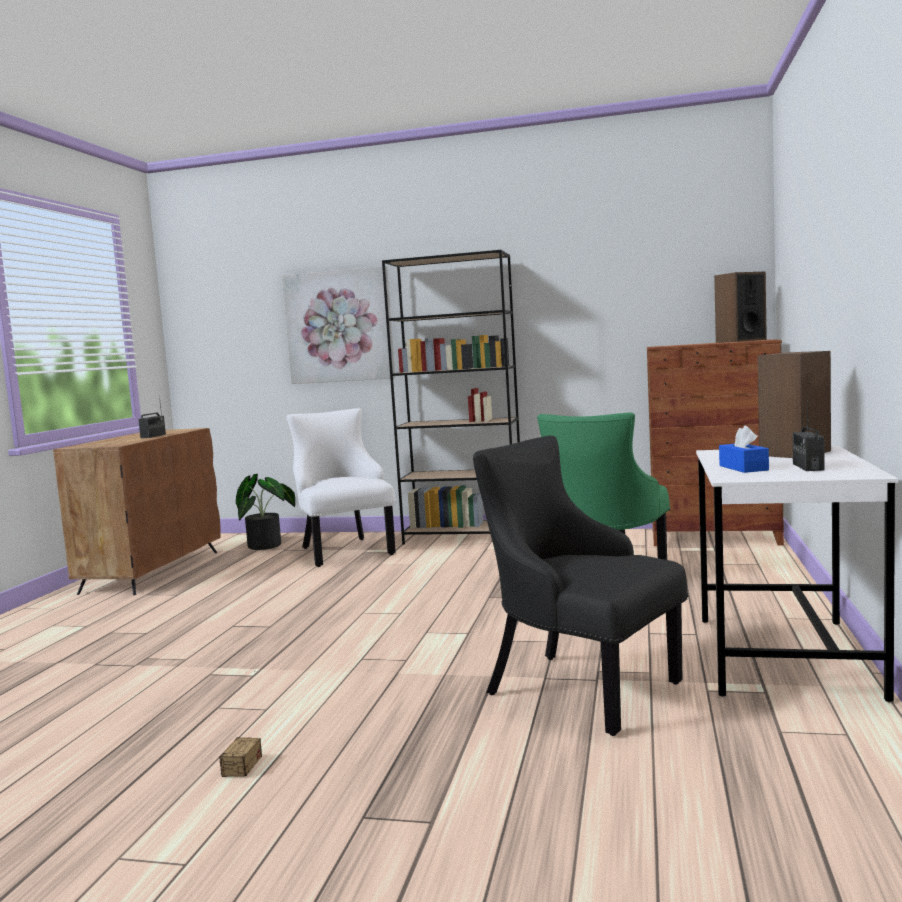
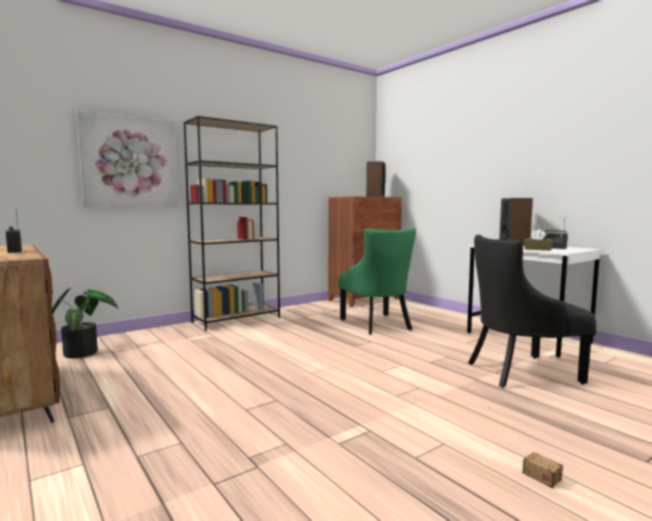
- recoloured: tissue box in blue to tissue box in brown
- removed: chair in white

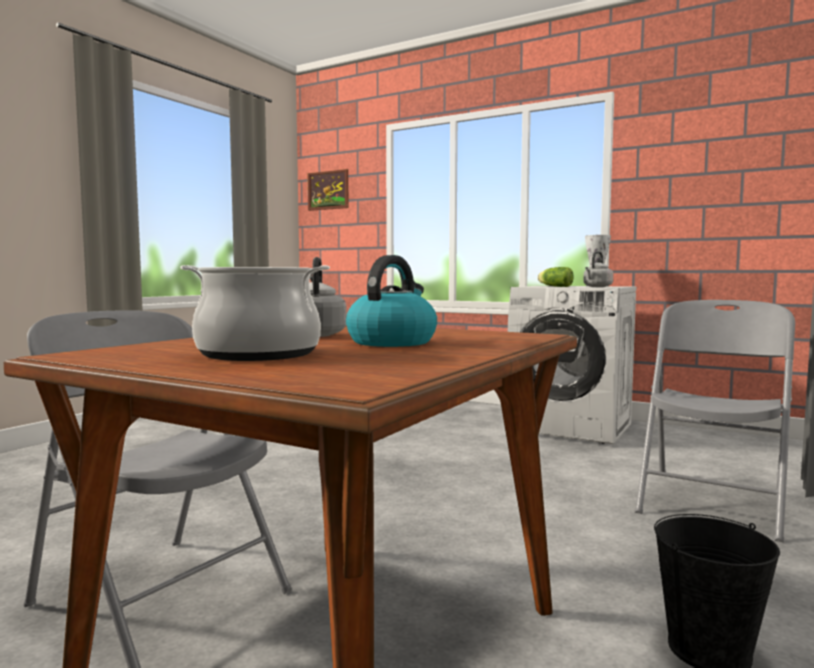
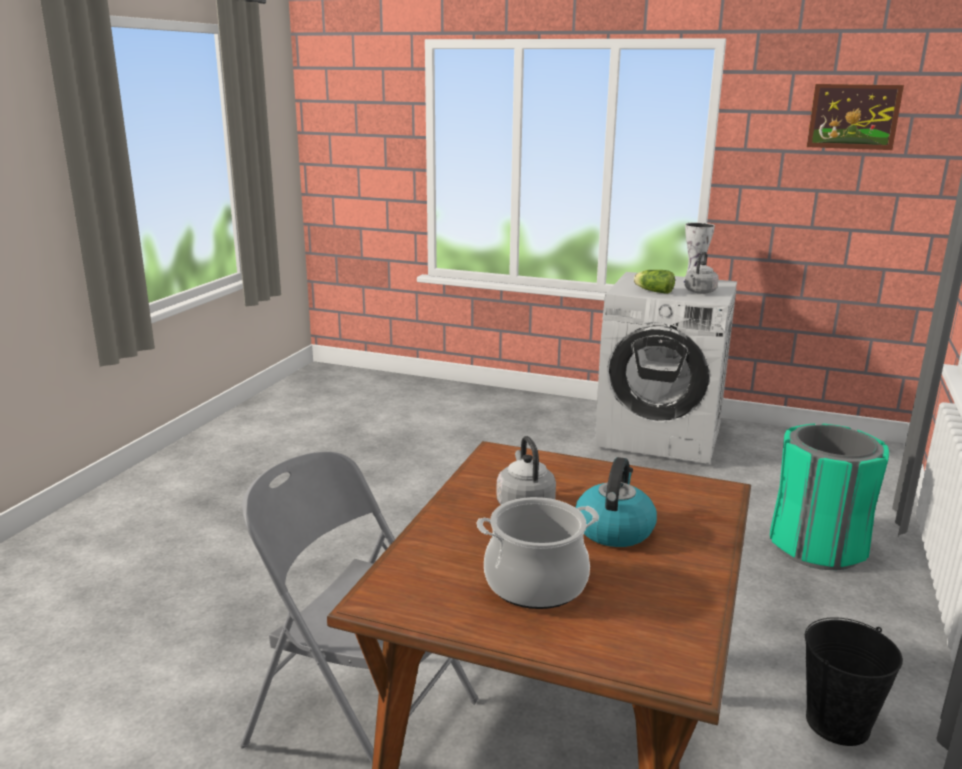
- replaced: chair in grey (2nd from left) to trash can in green
- moved: picture

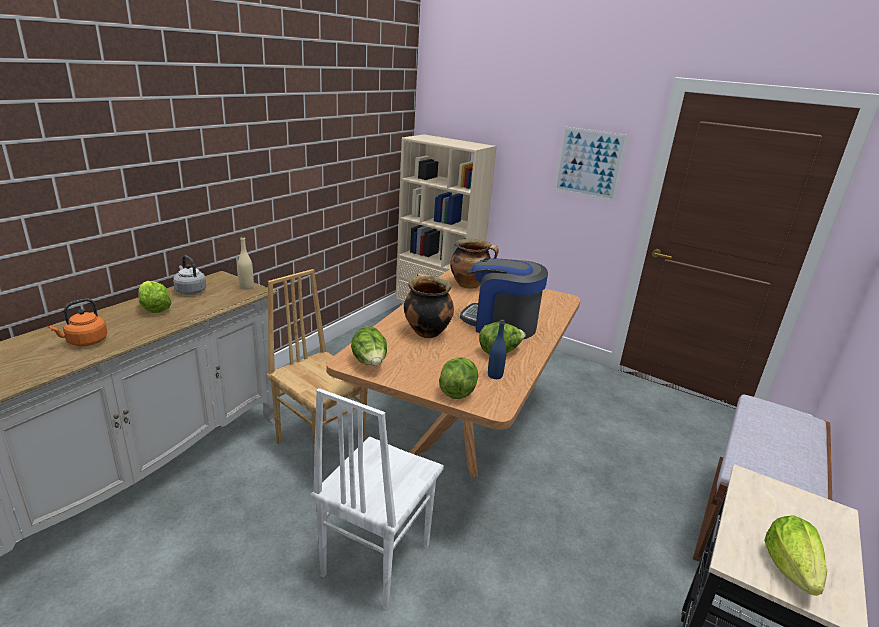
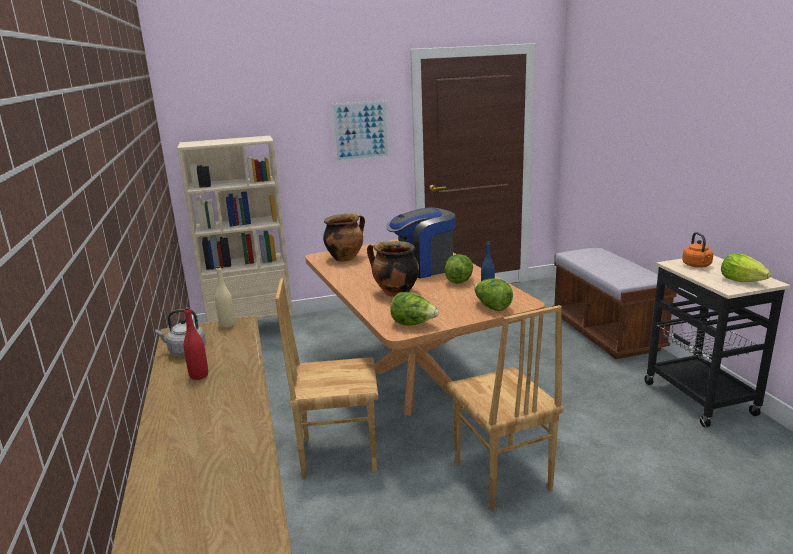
- replaced: lettuce (1st from left) to bottle in red
- recoloured: chair in white to chair in brown (2nd from left)
- moved: kettle in orange

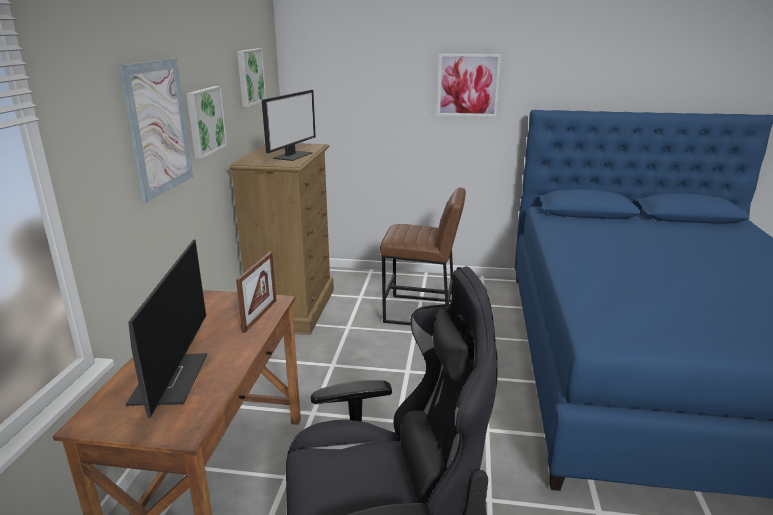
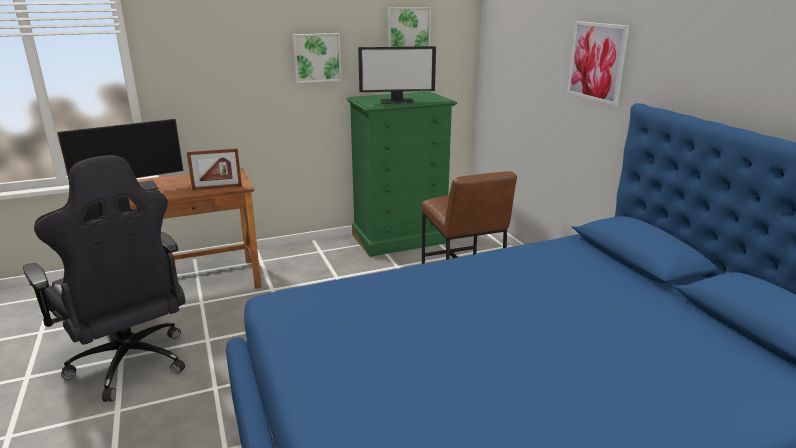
- recoloured: dresser in brown to dresser in green
- removed: picture (1st from left)

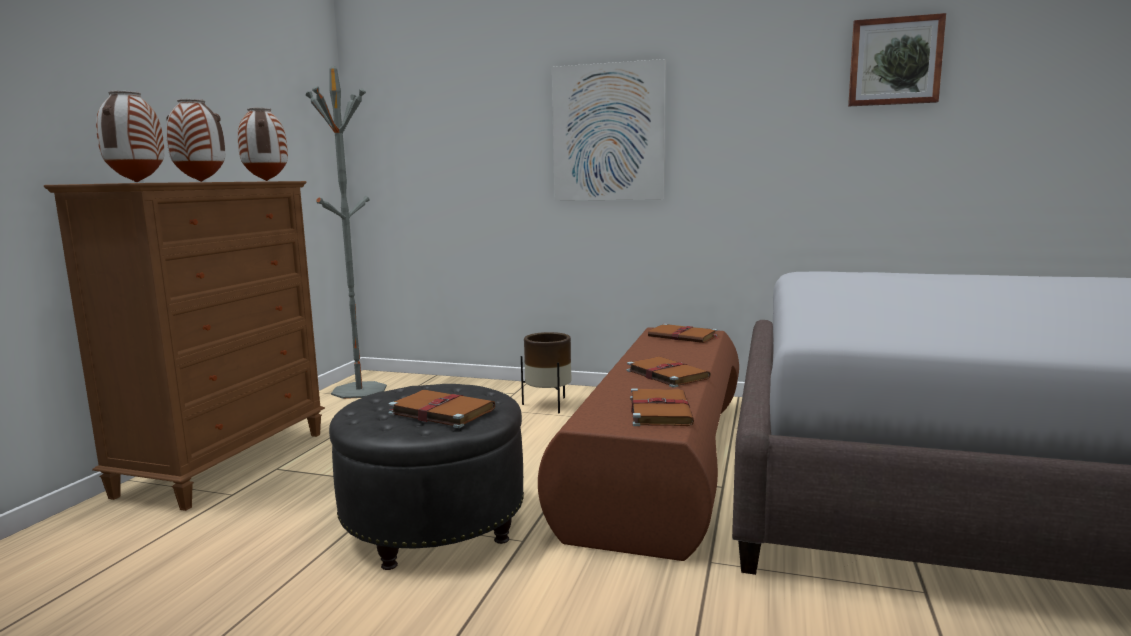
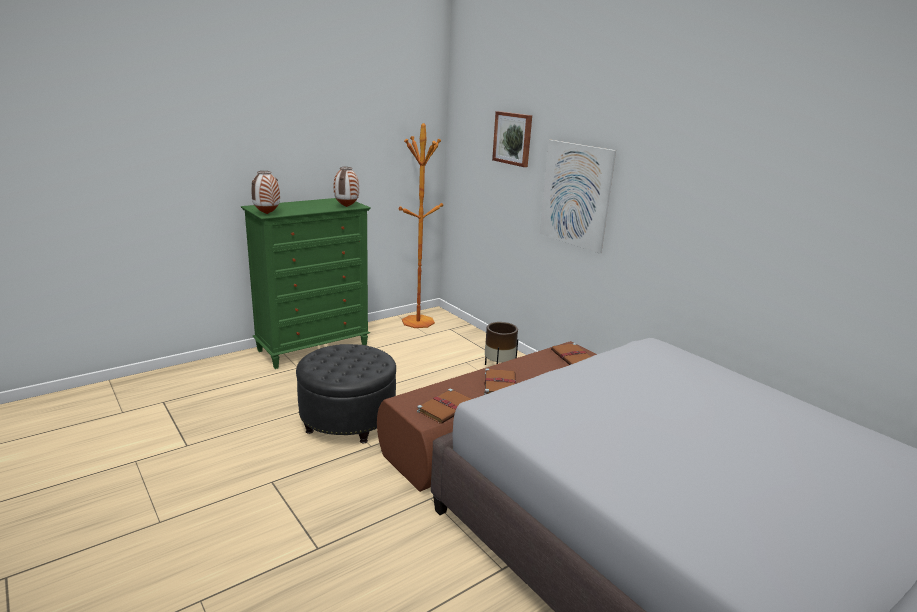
- recoloured: dresser in brown to dresser in green
- recoloured: clothes rack in grey to clothes rack in orange
- moved: picture (2nd from left in the first image) to picture (1st from left)
- removed: vase (2nd from left)
- removed: book in brown (1st from left)

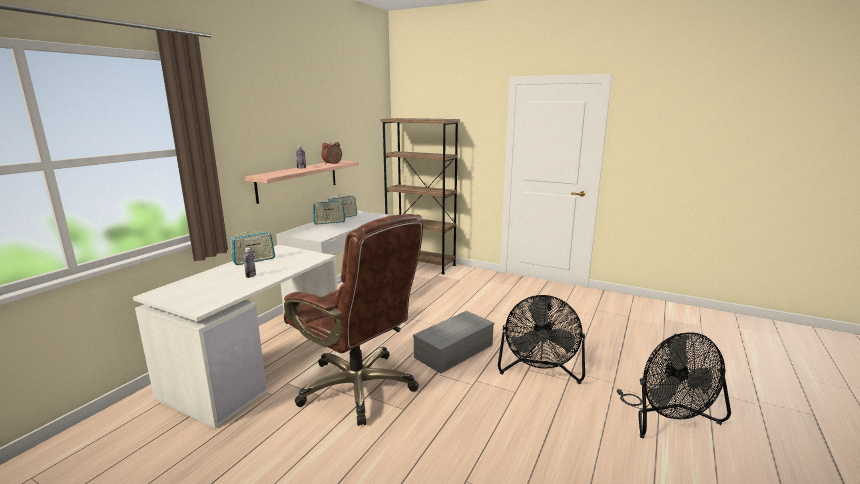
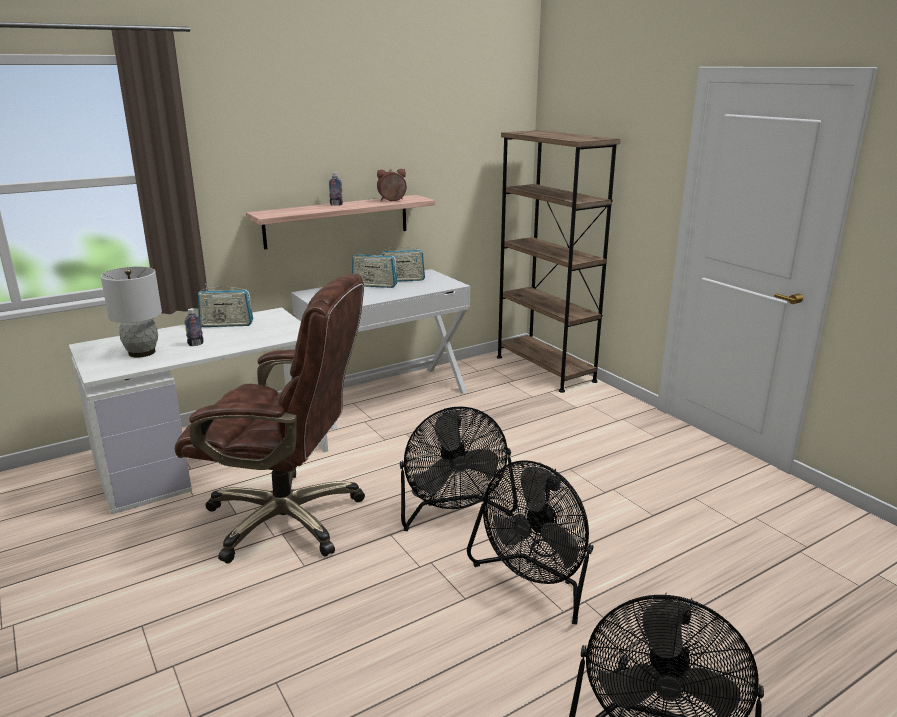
- added: table lamp in white
- turned: office chair in brown 60 degrees counterclockwise
- replaced: storage box in grey to fan in black (1st from left)

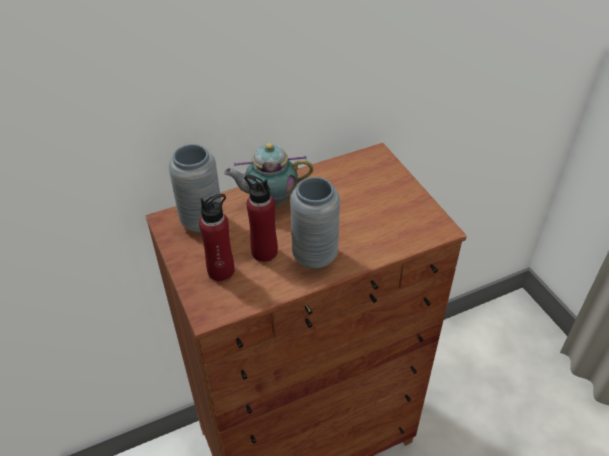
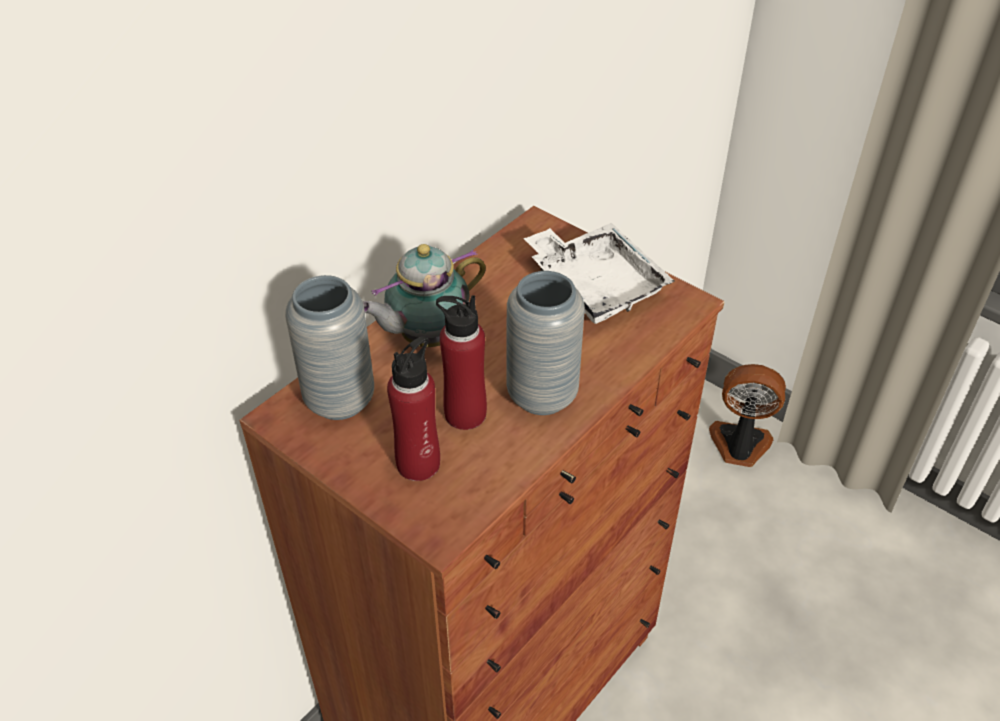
- added: tray in white
- added: fan

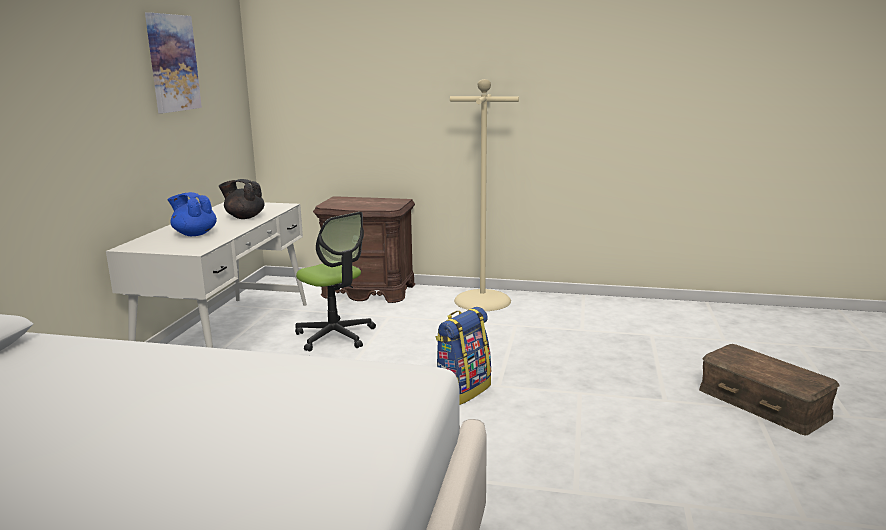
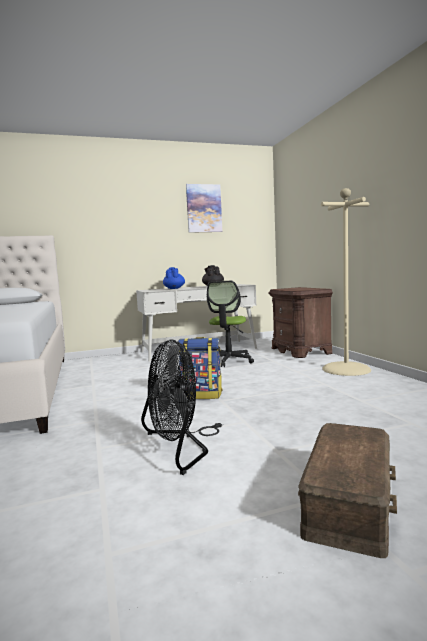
- added: fan in black

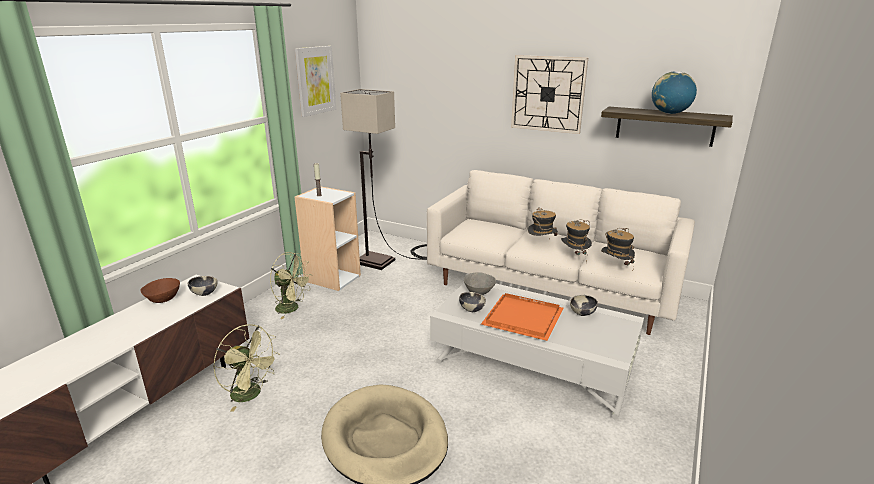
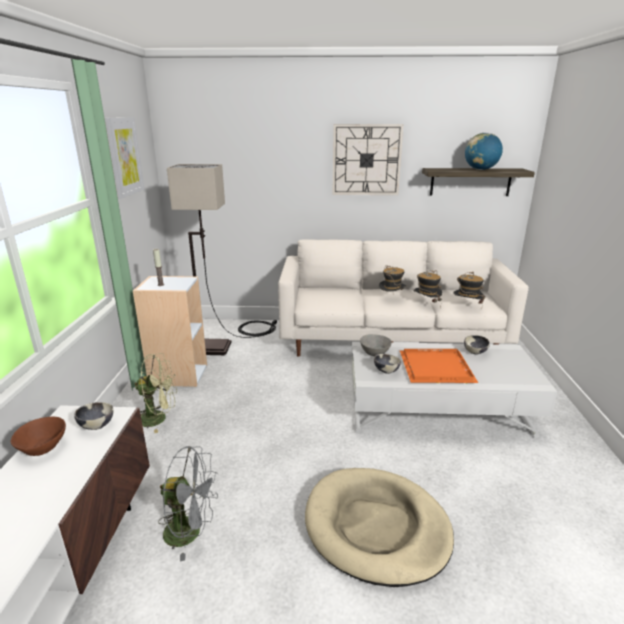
- recoloured: fan in green (1st from left) to fan in grey

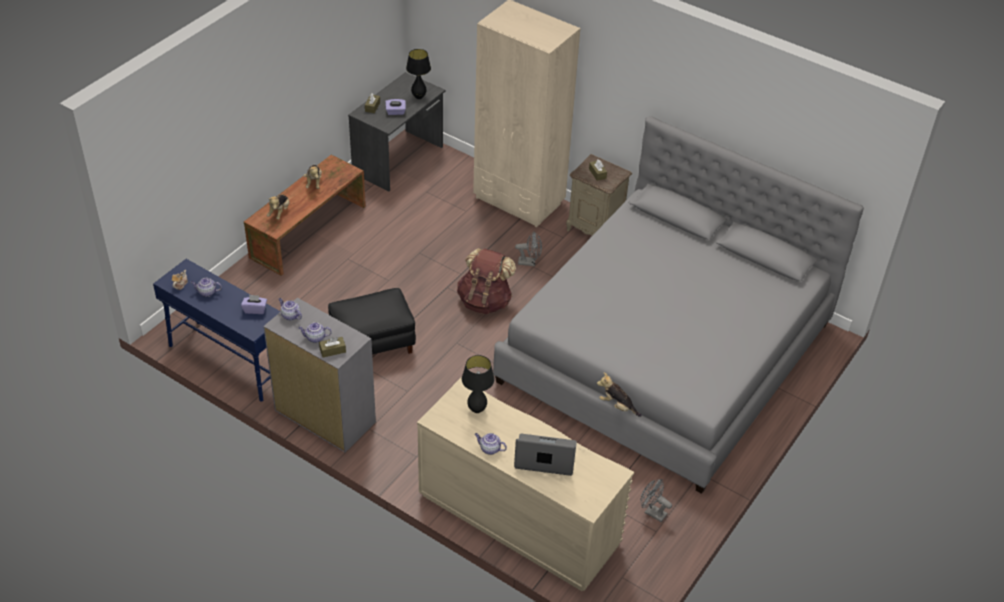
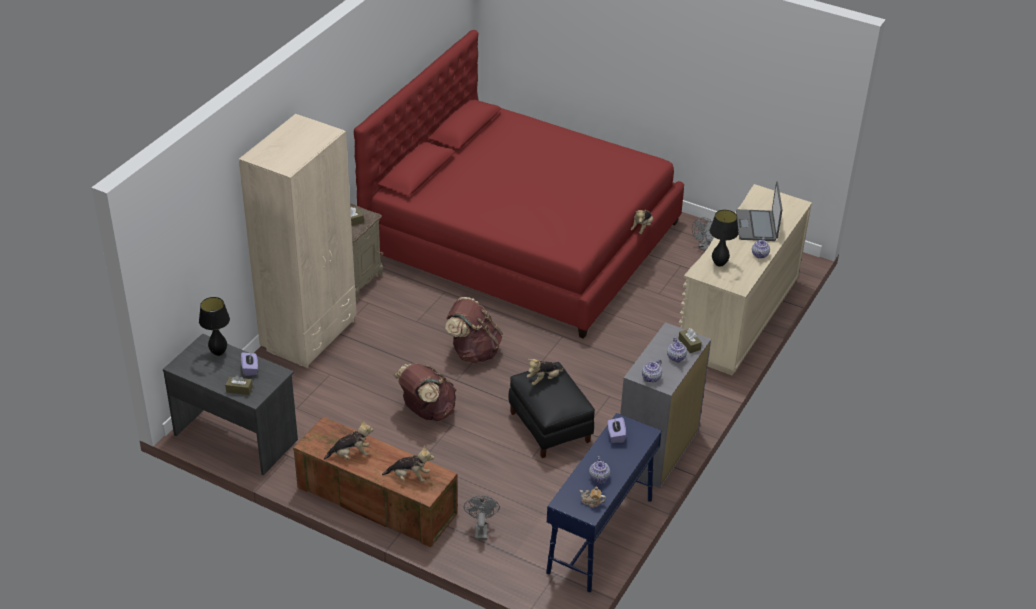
- recoloured: bed in grey to bed in red
- added: backpack in brown (1st from left)
- moved: fan in grey (1st from left)
- added: plush toy (3rd from left)

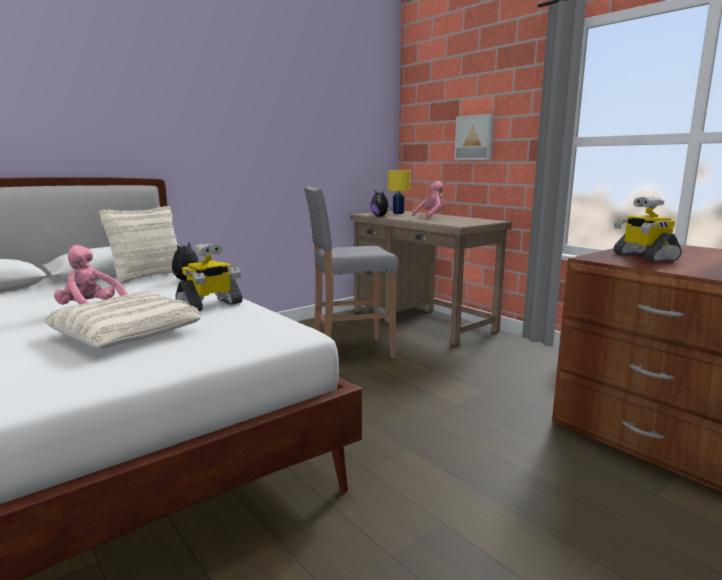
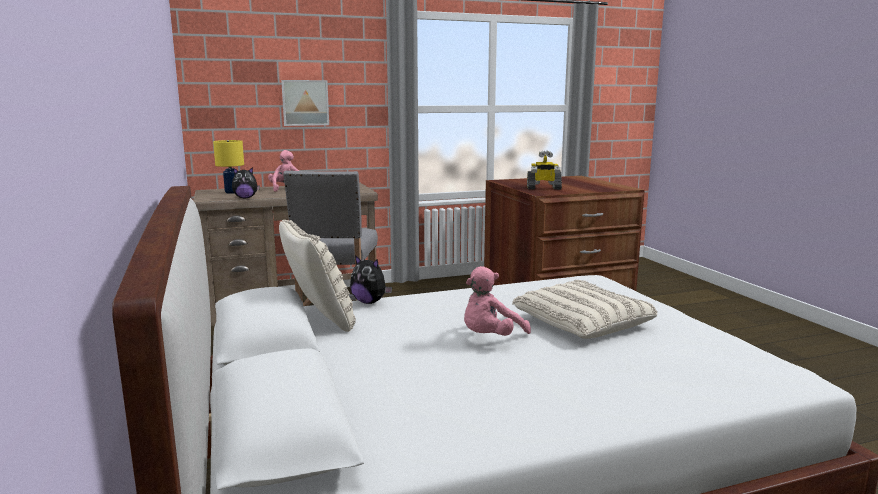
- removed: toy robot (1st from left)

